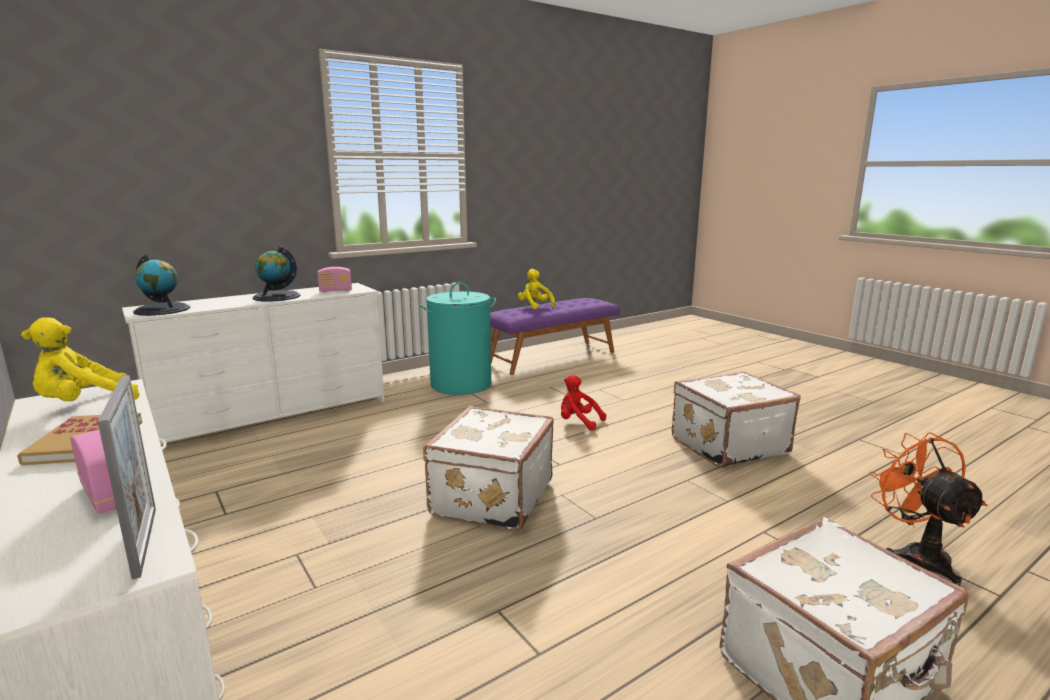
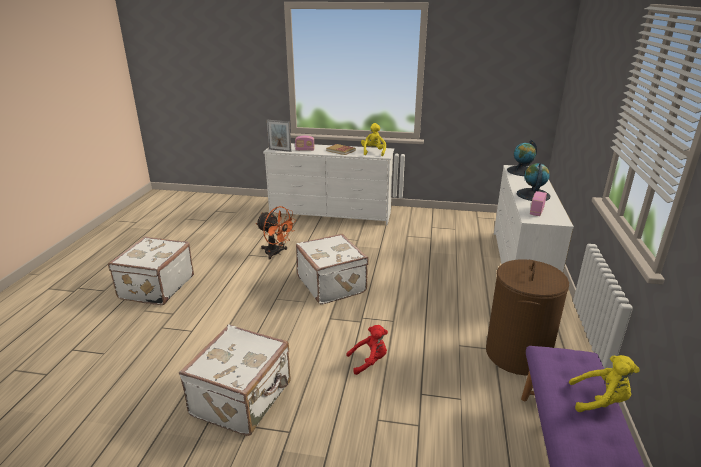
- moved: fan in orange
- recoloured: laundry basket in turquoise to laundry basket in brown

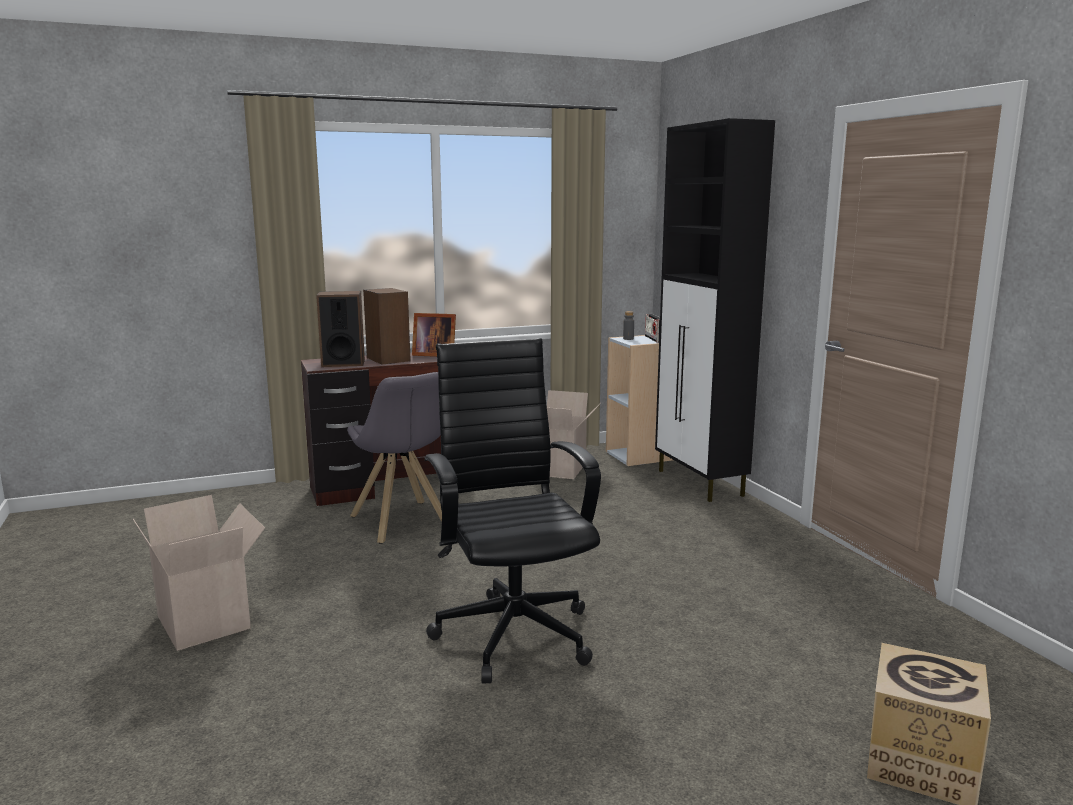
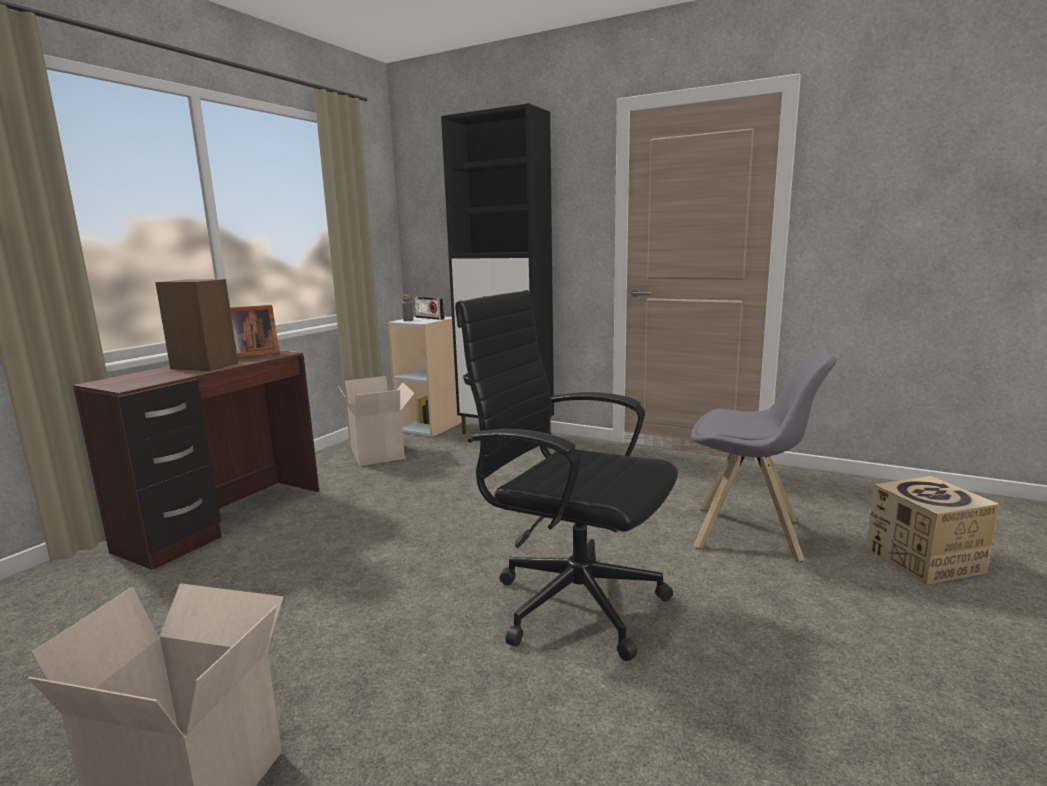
- moved: chair in grey
- removed: speaker (1st from left)

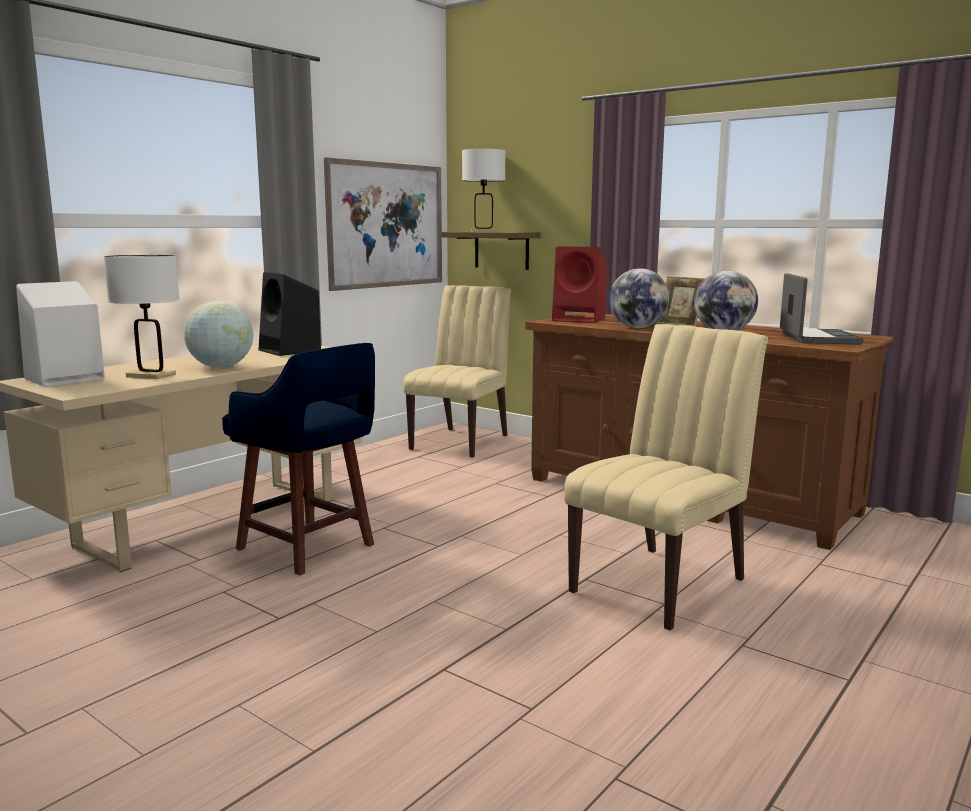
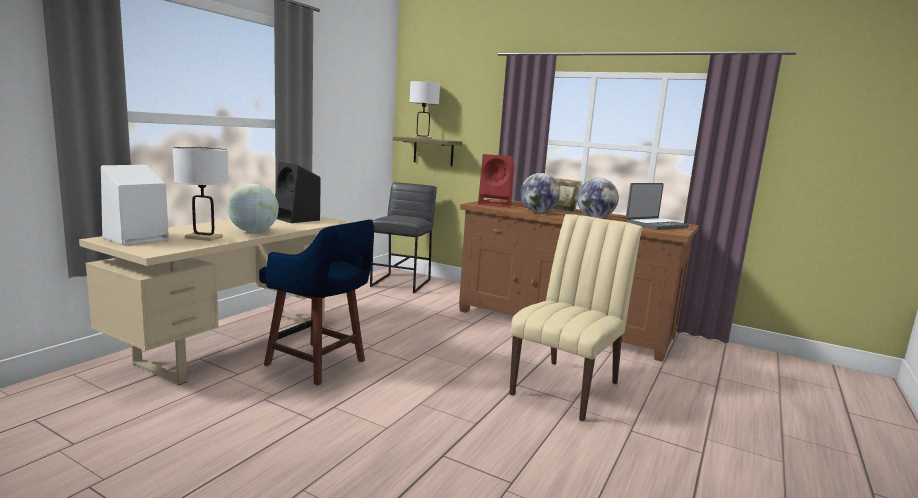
- replaced: chair in beige (1st from left) to stool in grey
- turned: laptop 60 degrees clockwise
- removed: picture

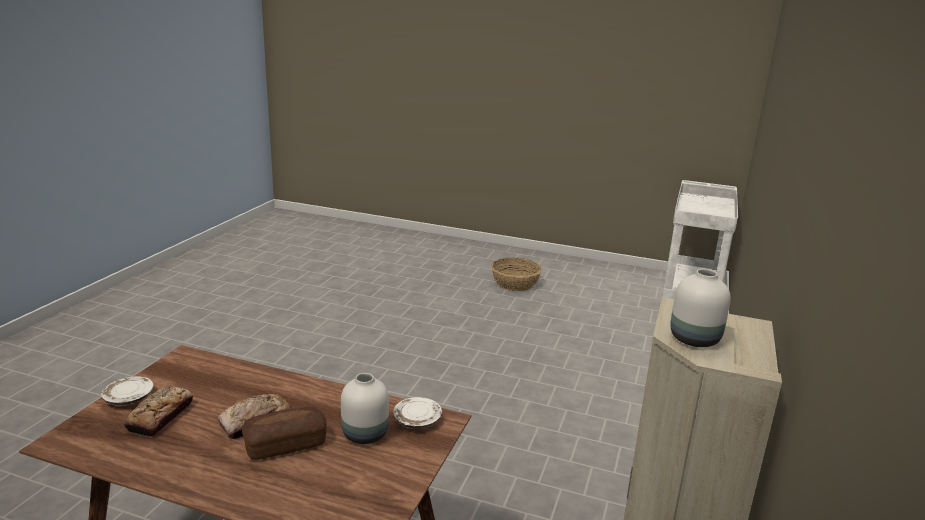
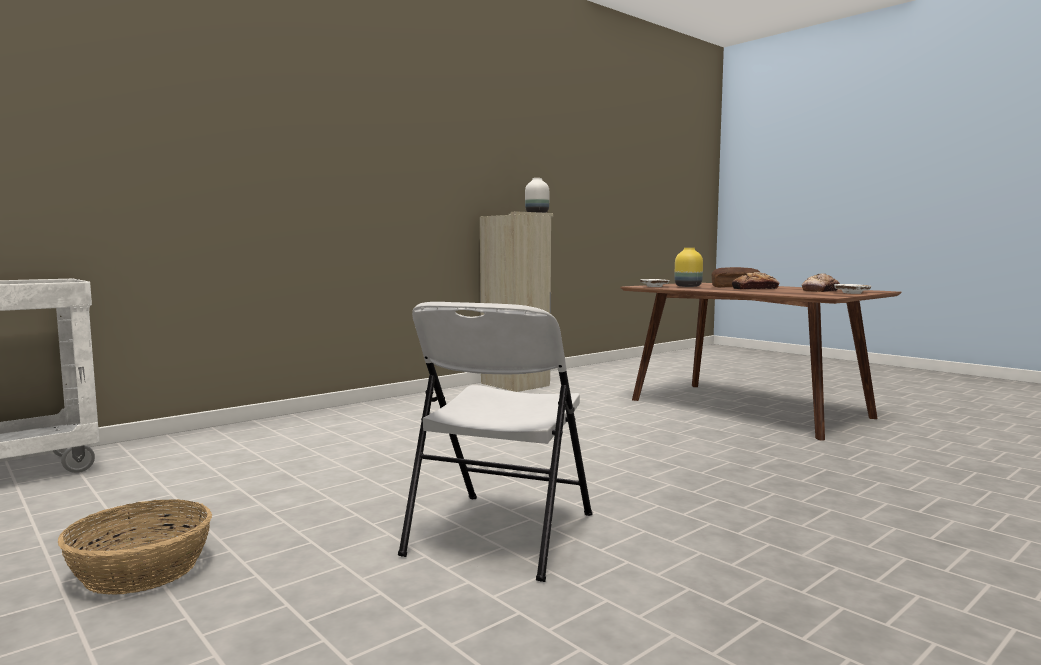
- added: chair in white
- recoloured: vase in white (1st from left) to vase in yellow

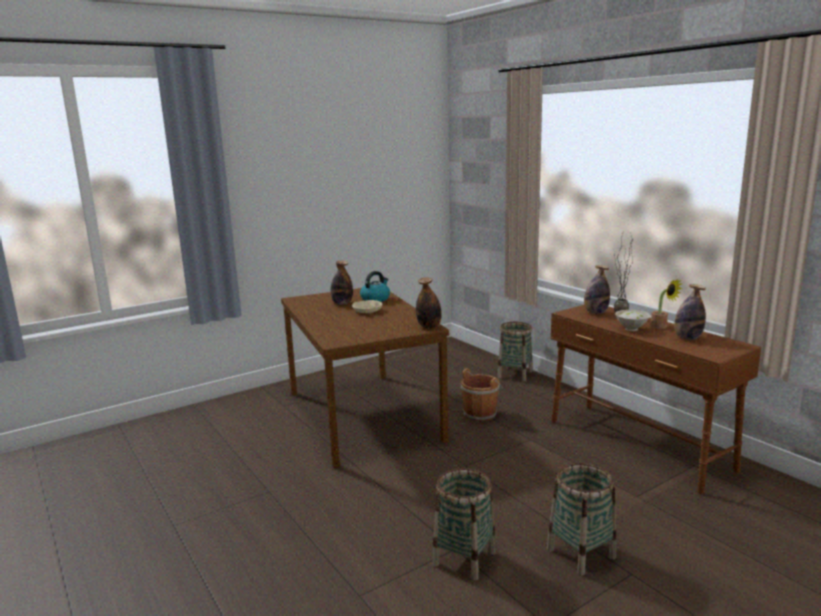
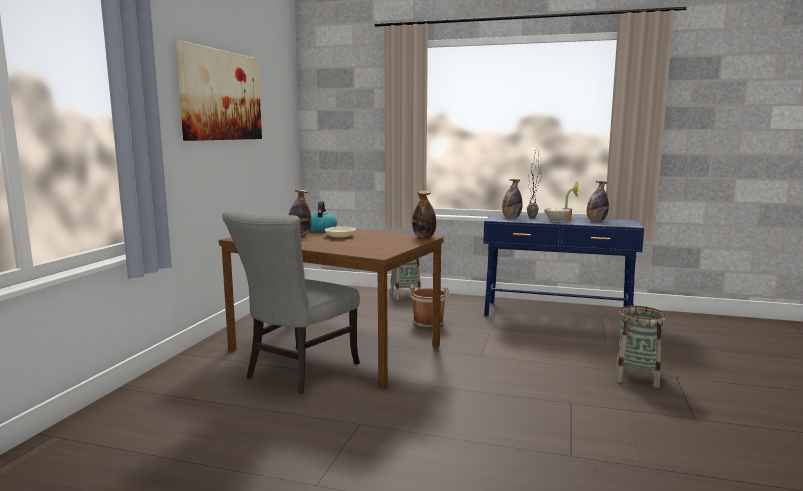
- added: picture
- added: chair in grey
- recoloured: console table in brown to console table in blue
- removed: basket (1st from left)

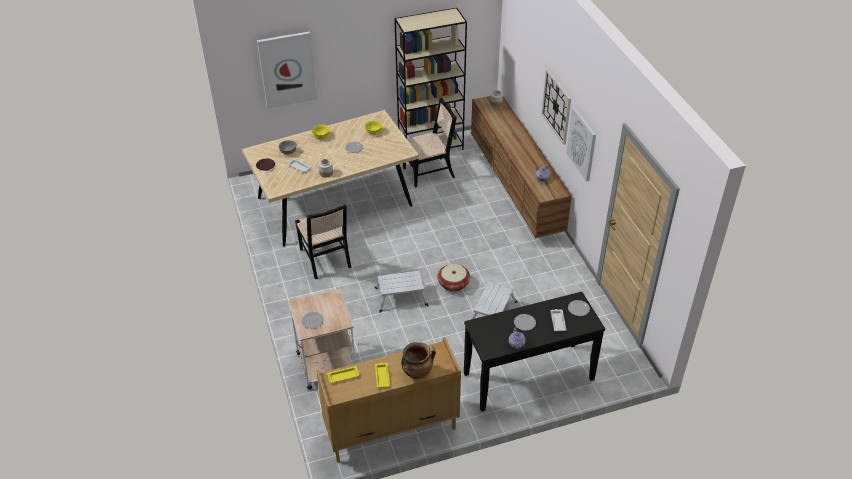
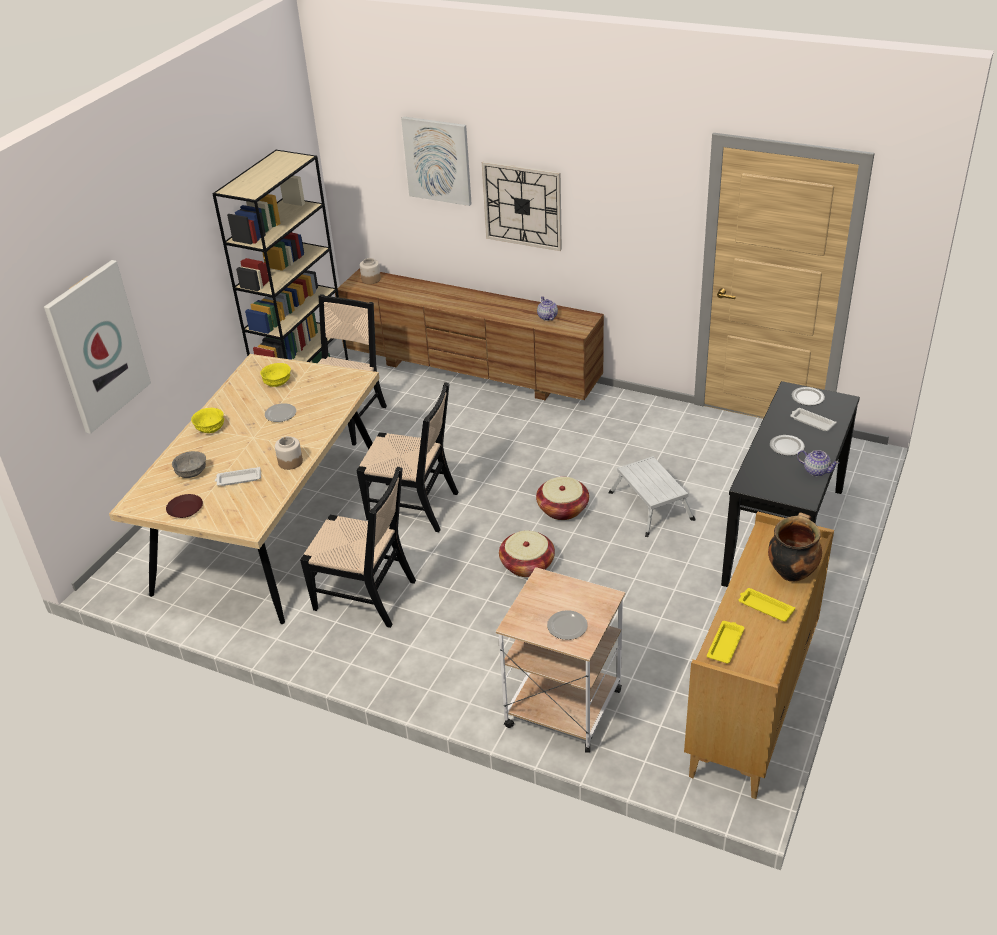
- added: chair (3rd from left)
- moved: picture (2nd from left)
- replaced: step ladder in white (1st from left) to basket (1st from left)

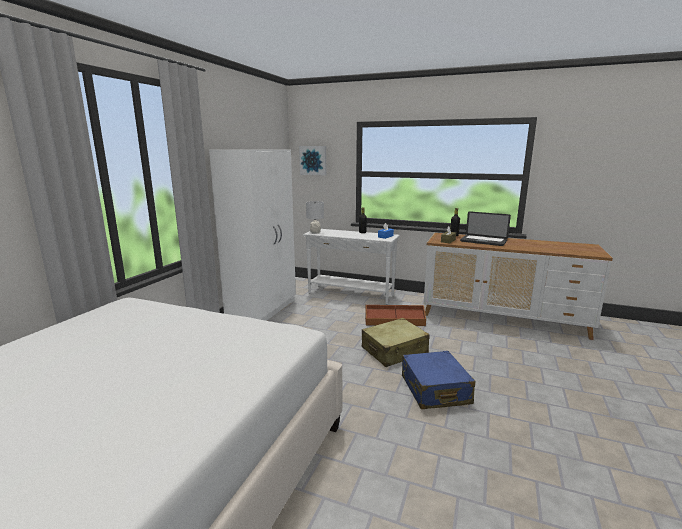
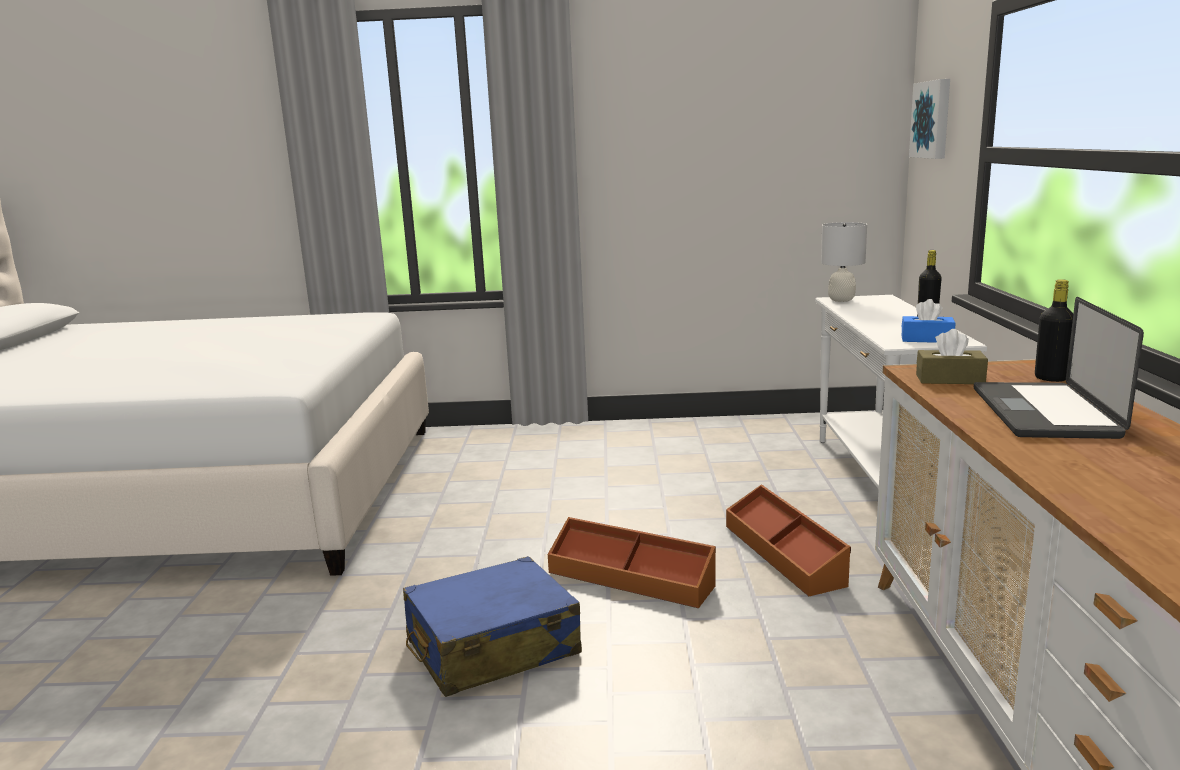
- replaced: suitcase in beige to storage box in brown (1st from left)
- removed: wardrobe in white

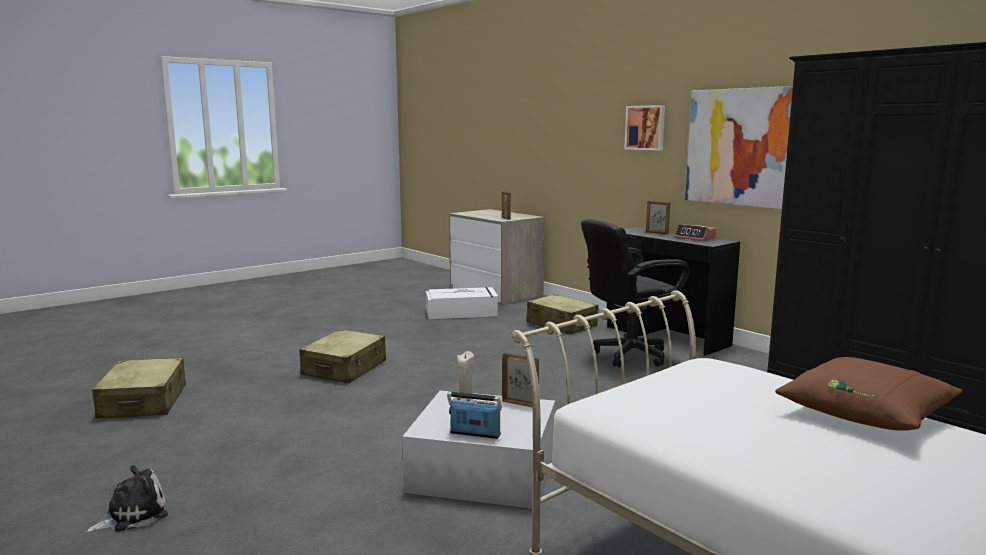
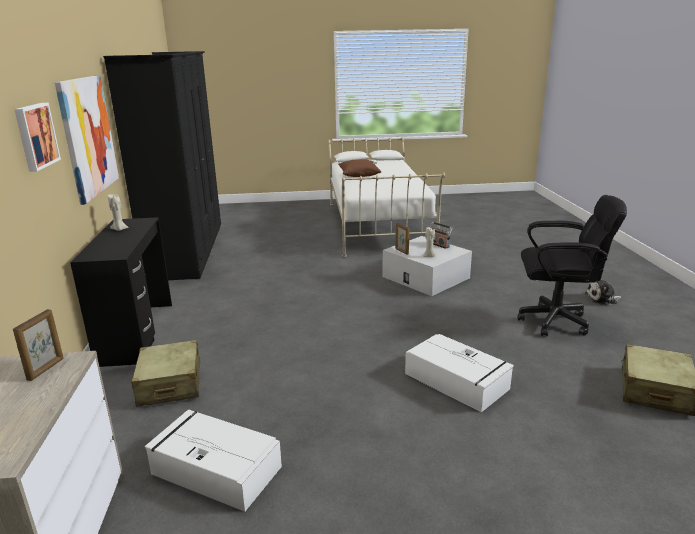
- replaced: alarm clock to candle in beige (1st from left)
- replaced: suitcase in beige (2nd from left) to storage box in white (3rd from left)
- moved: office chair in black
- removed: picture frame (3rd from left)

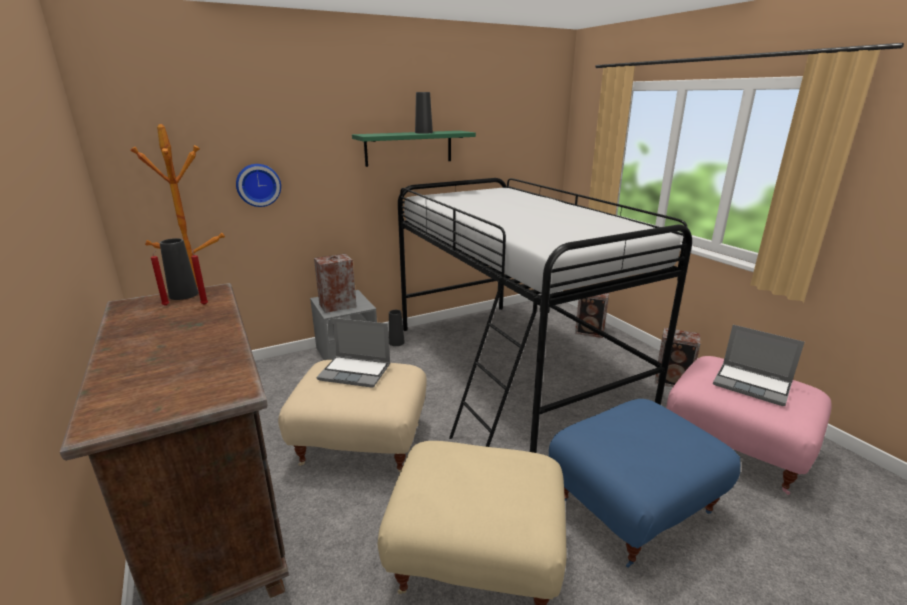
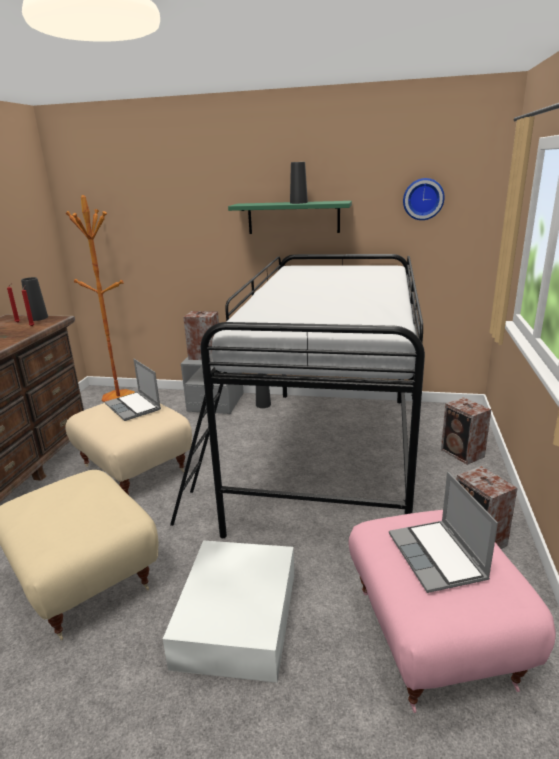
- replaced: ottoman in blue to storage box in white
- moved: wall clock

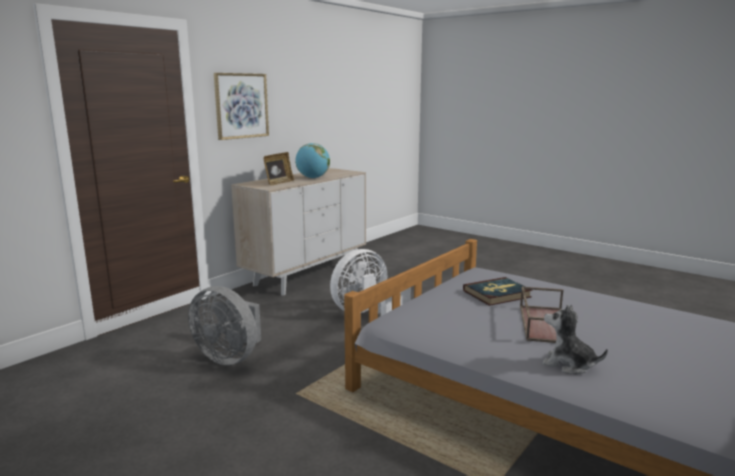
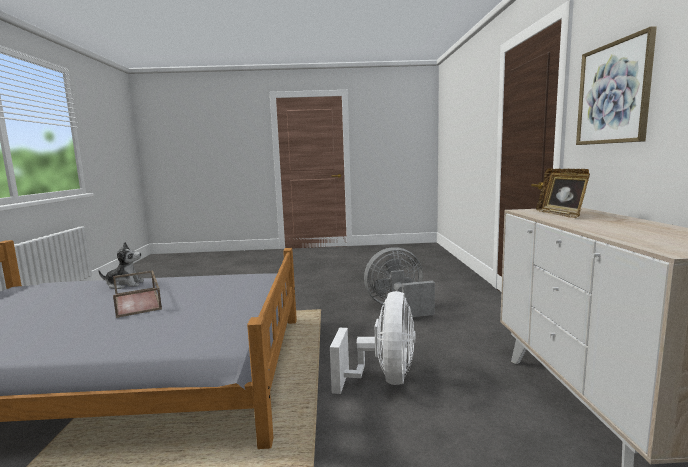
- removed: globe
- removed: book

